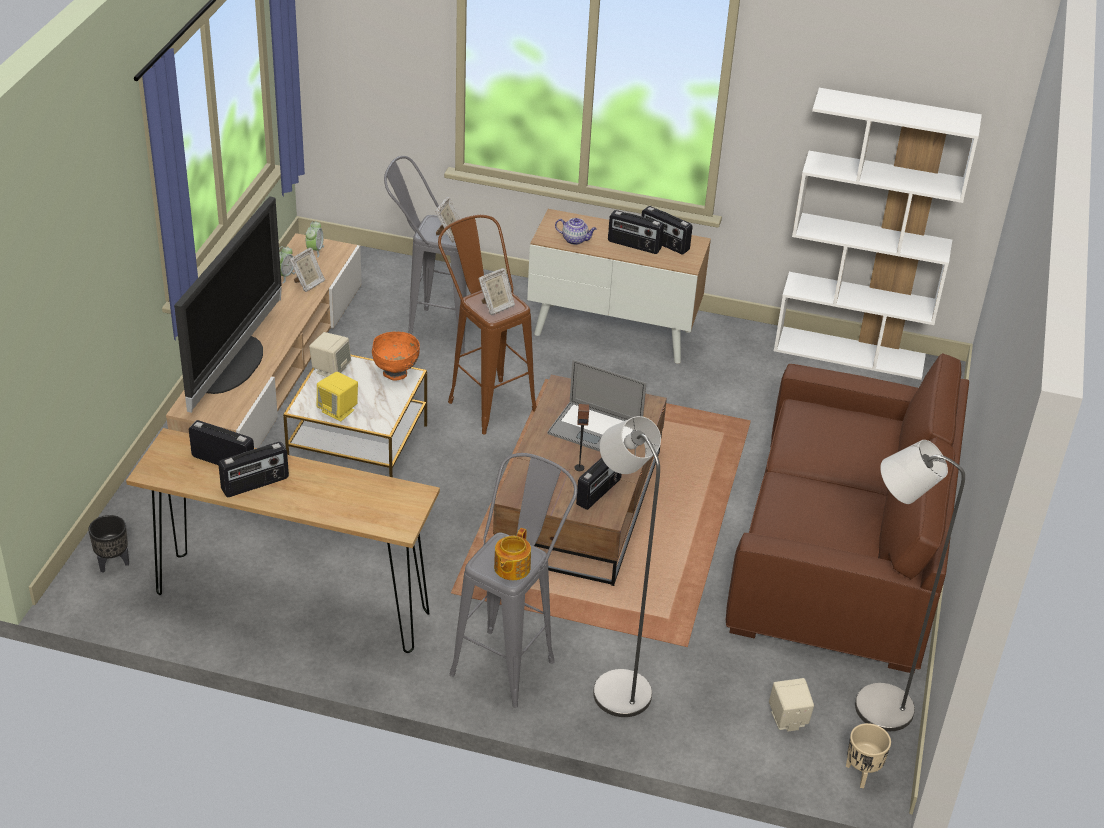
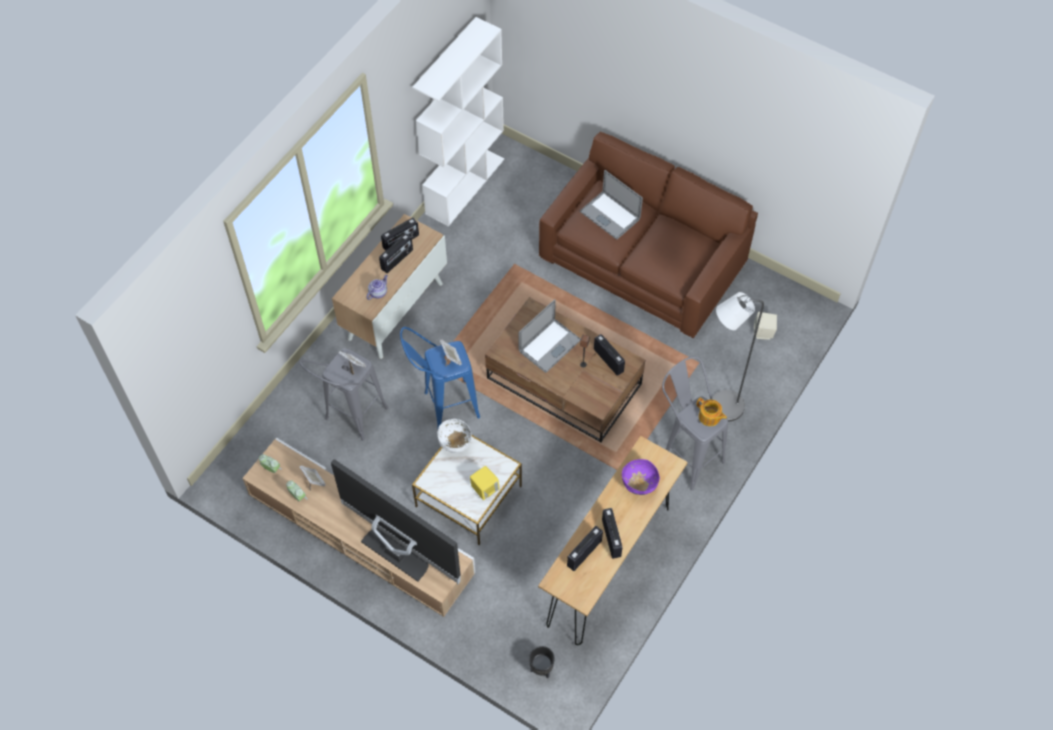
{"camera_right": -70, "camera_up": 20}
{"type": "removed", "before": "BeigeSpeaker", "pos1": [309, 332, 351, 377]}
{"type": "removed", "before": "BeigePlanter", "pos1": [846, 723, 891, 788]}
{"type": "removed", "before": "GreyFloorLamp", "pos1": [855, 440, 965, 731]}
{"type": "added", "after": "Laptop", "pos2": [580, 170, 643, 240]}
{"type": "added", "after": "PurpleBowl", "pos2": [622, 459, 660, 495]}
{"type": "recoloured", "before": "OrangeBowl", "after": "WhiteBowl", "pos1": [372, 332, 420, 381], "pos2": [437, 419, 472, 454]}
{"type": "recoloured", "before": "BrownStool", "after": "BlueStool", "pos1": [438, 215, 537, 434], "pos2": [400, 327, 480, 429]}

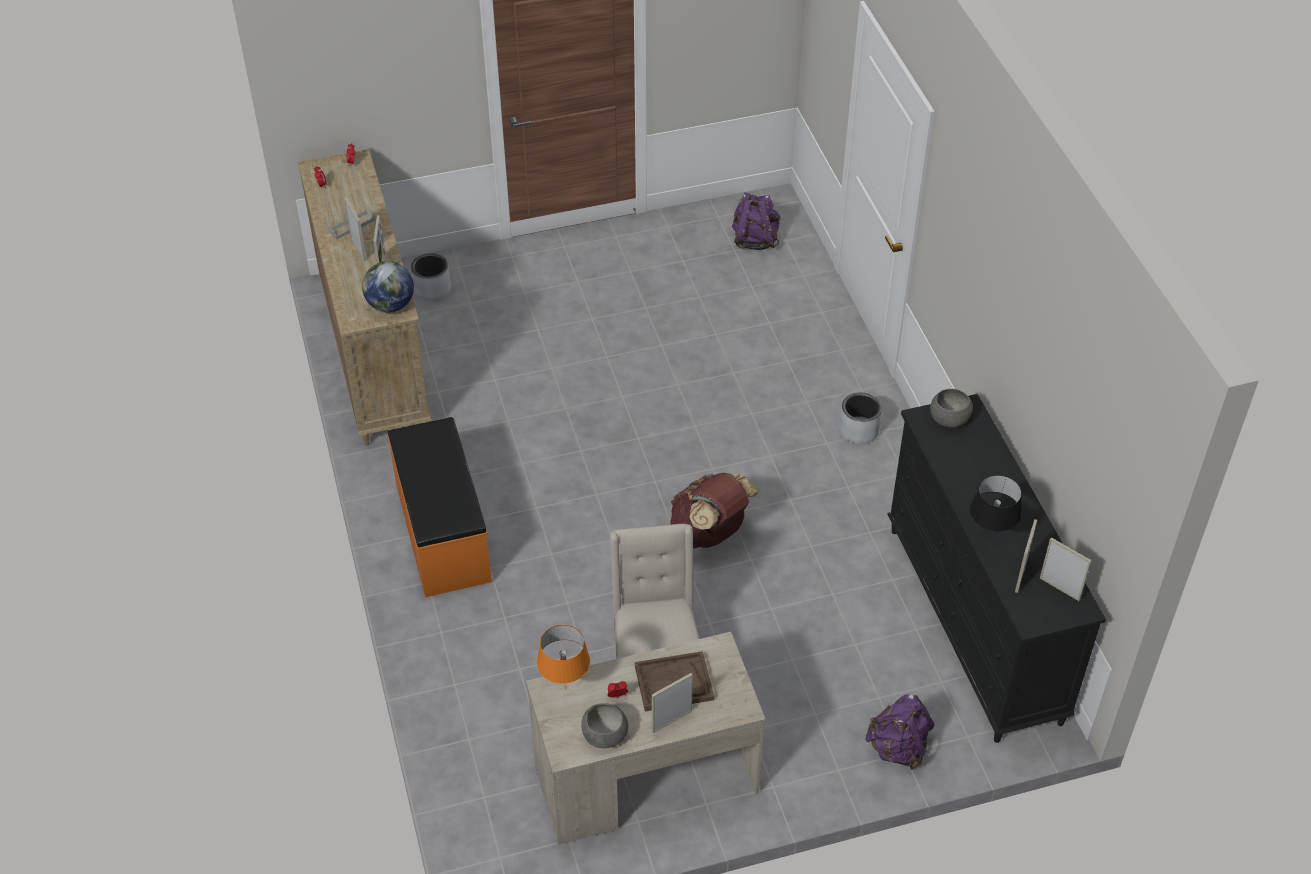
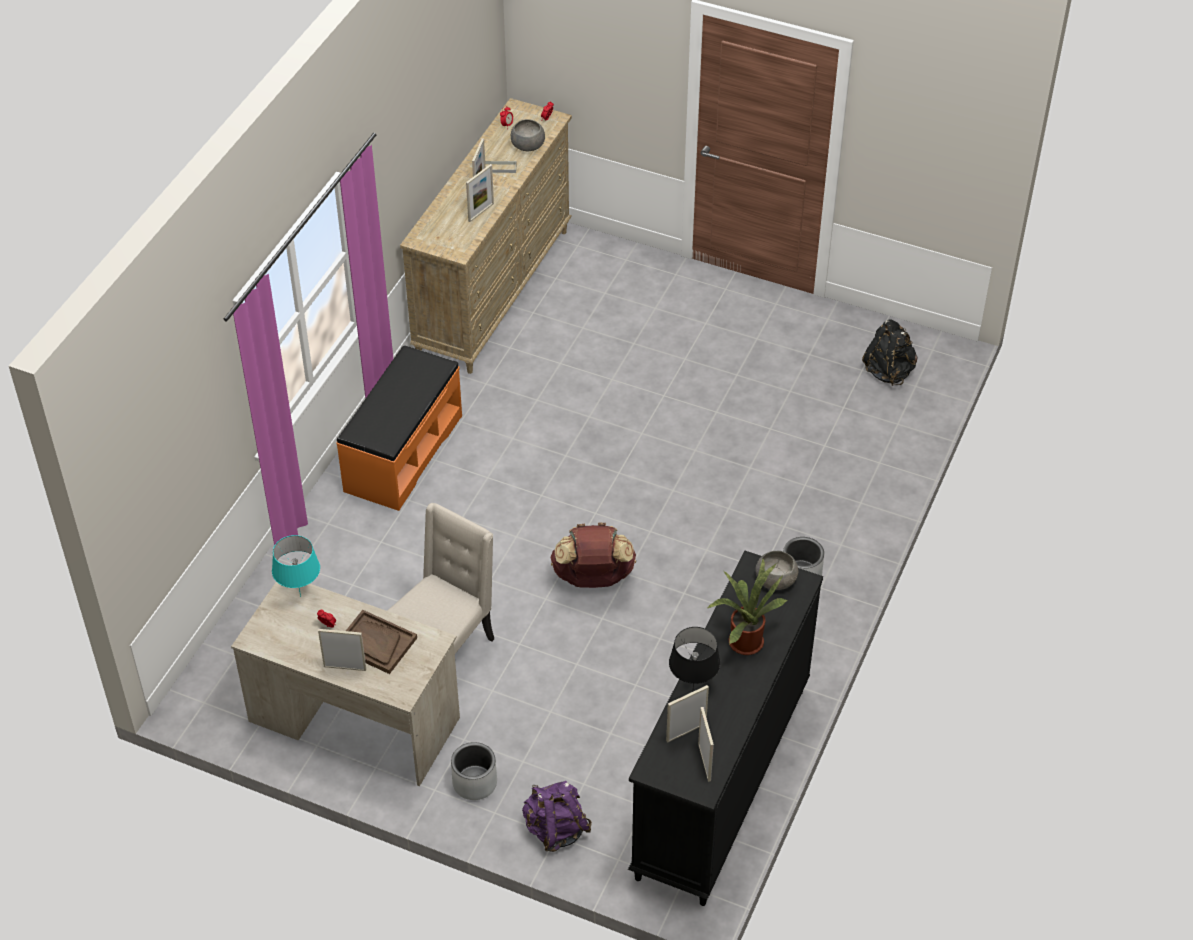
{"camera_right": 40, "camera_up": 0}
{"type": "removed", "before": "Globe", "pos1": [362, 261, 414, 313]}
{"type": "added", "after": "PottedPlant", "pos2": [708, 559, 787, 655]}
{"type": "moved", "before": "GreyPlanter", "pos1": [411, 253, 451, 301], "pos2": [451, 742, 497, 800]}
{"type": "moved", "before": "GreyBowl", "pos1": [581, 703, 628, 748], "pos2": [511, 119, 545, 151]}
{"type": "recoloured", "before": "OrangeTableLamp", "after": "TurquoiseTableLamp", "pos1": [537, 624, 590, 689], "pos2": [272, 535, 320, 597]}
{"type": "recoloured", "before": "PurpleBackpack", "after": "BlackBackpack", "pos1": [732, 192, 780, 250], "pos2": [862, 319, 918, 386]}

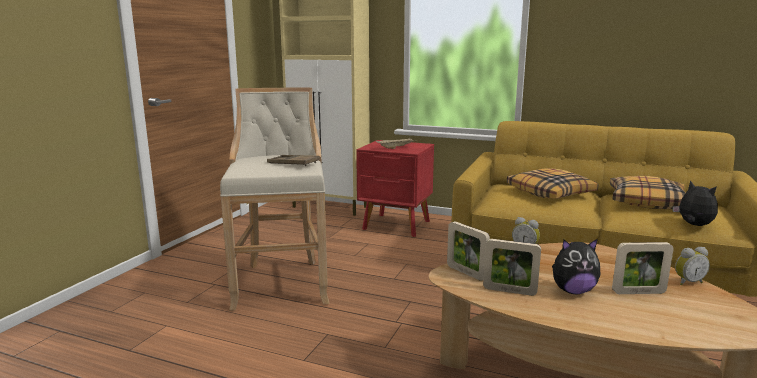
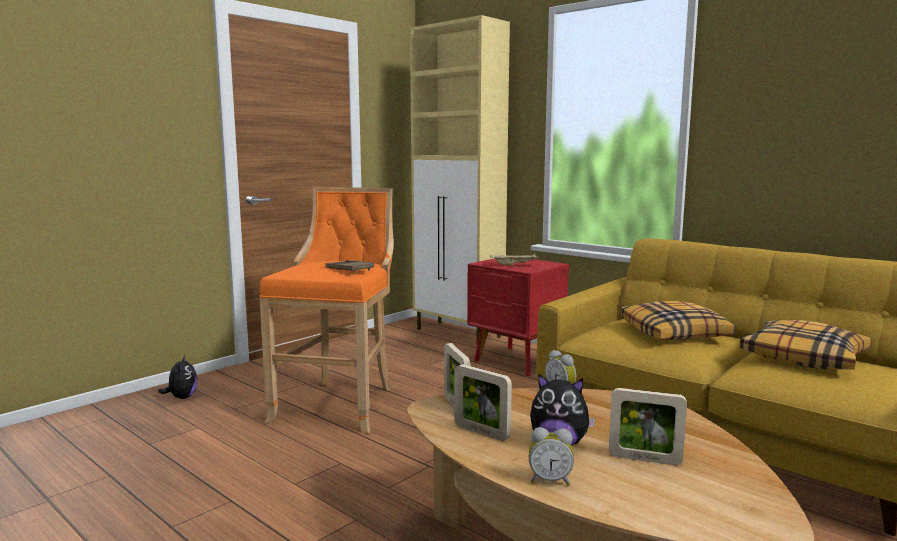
{"camera_right": 20, "camera_up": -5}
{"type": "moved", "before": "PlushToy", "pos1": [673, 181, 718, 226], "pos2": [158, 355, 198, 399]}
{"type": "moved", "before": "AlarmClock", "pos1": [675, 247, 710, 285], "pos2": [529, 427, 574, 485]}
{"type": "recoloured", "before": "BeigeStool", "after": "OrangeStool", "pos1": [220, 88, 329, 311], "pos2": [259, 187, 394, 433]}

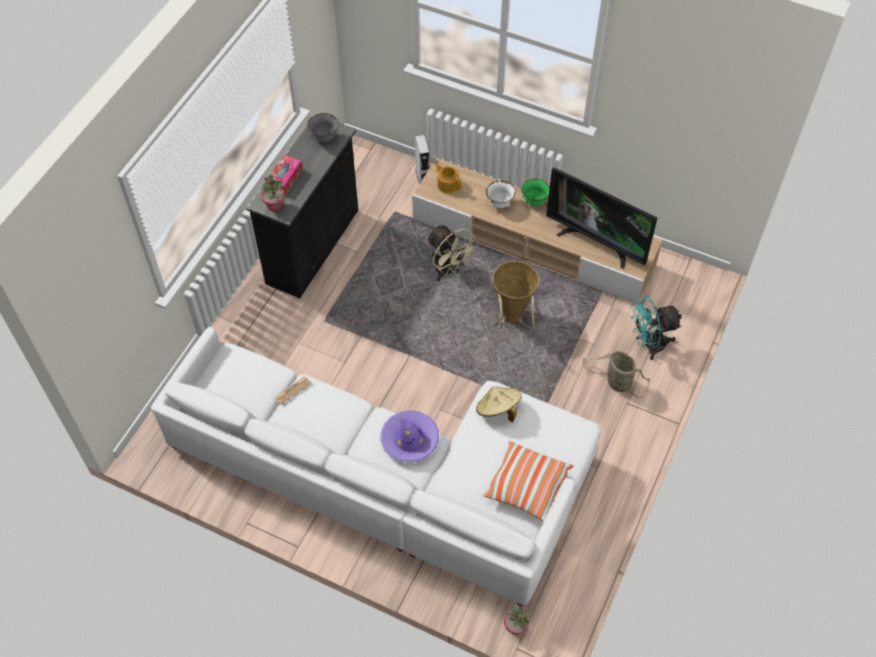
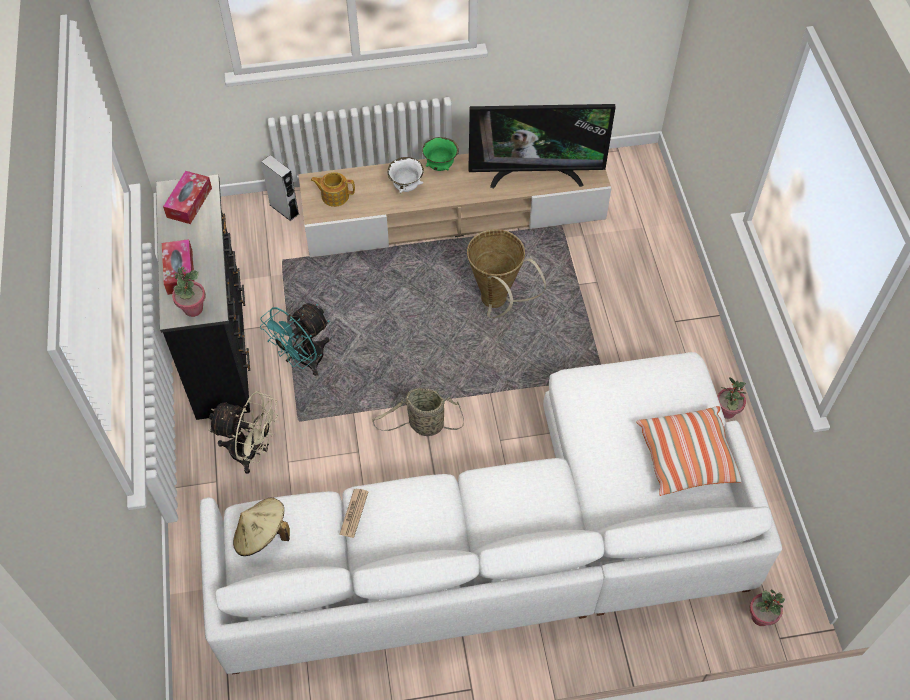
{"camera_right": -35, "camera_up": 0}
{"type": "removed", "before": "PurpleHat", "pos1": [381, 410, 439, 463]}
{"type": "added", "after": "PottedPlant", "pos2": [717, 377, 746, 419]}
{"type": "moved", "before": "BeigeFan", "pos1": [427, 225, 479, 281], "pos2": [208, 391, 278, 474]}
{"type": "moved", "before": "BeigeHat", "pos1": [476, 386, 522, 422], "pos2": [233, 497, 290, 556]}
{"type": "moved", "before": "Basket", "pos1": [583, 351, 650, 398], "pos2": [372, 388, 464, 436]}
{"type": "moved", "before": "TurquoiseFan", "pos1": [631, 296, 682, 360], "pos2": [260, 303, 330, 376]}
{"type": "replaced", "before": "GreyBowl", "after": "TissueBox", "pos1": [307, 113, 338, 143], "pos2": [163, 171, 212, 224]}

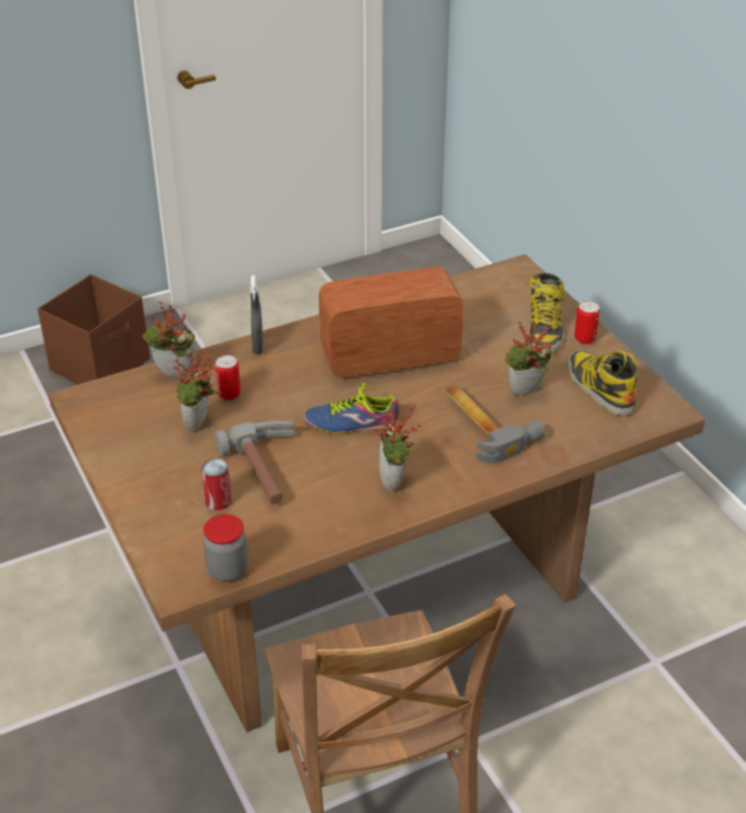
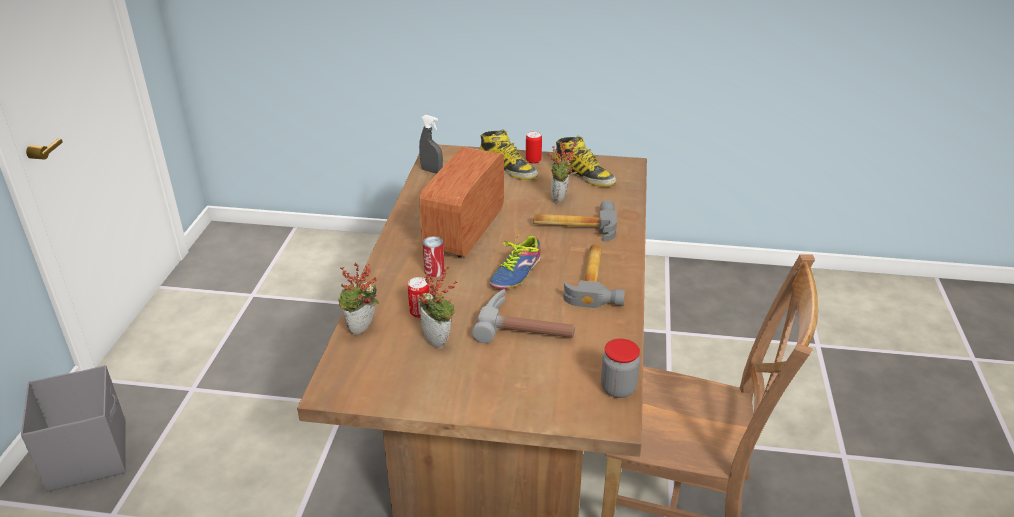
{"camera_right": -55, "camera_up": -5}
{"type": "moved", "before": "Can", "pos1": [201, 458, 231, 510], "pos2": [423, 236, 444, 277]}
{"type": "moved", "before": "GreySprayBottle", "pos1": [250, 275, 263, 354], "pos2": [419, 115, 443, 174]}
{"type": "replaced", "before": "PottedPlant", "after": "Hammer", "pos1": [372, 405, 421, 492], "pos2": [563, 244, 625, 308]}
{"type": "recoloured", "before": "BrownStorageBox", "after": "GreyStorageBox", "pos1": [38, 274, 150, 385], "pos2": [21, 365, 126, 492]}
{"type": "turned", "before": "Boot", "pos1": [567, 350, 638, 416], "pos2": [552, 136, 616, 187], "turn": -150}

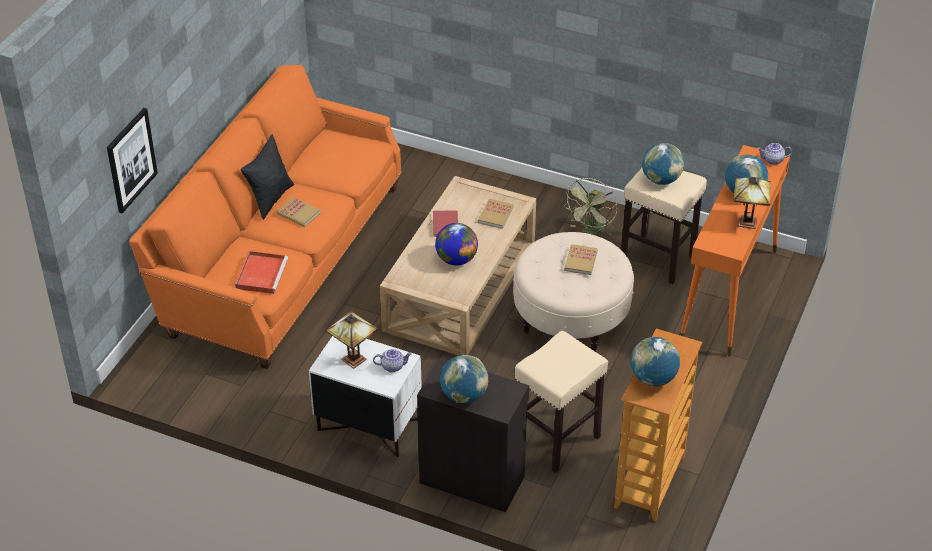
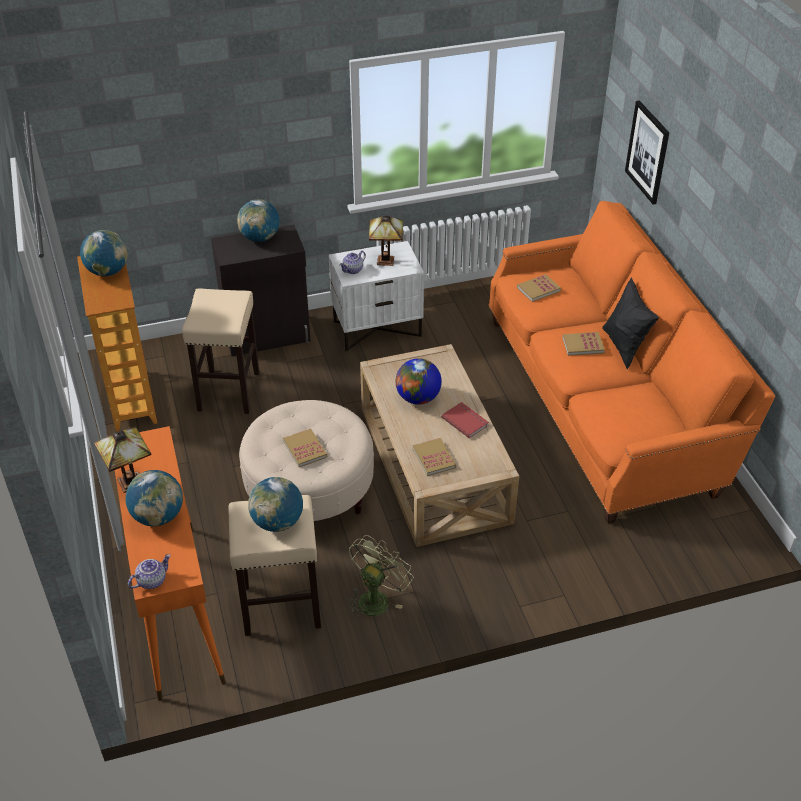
{"camera_right": 140, "camera_up": 0}
{"type": "replaced", "before": "RedTray", "after": "Book", "pos1": [235, 251, 288, 294], "pos2": [517, 274, 561, 302]}
{"type": "turned", "before": "GreenFan", "pos1": [564, 178, 617, 236], "pos2": [348, 535, 413, 618], "turn": 45}

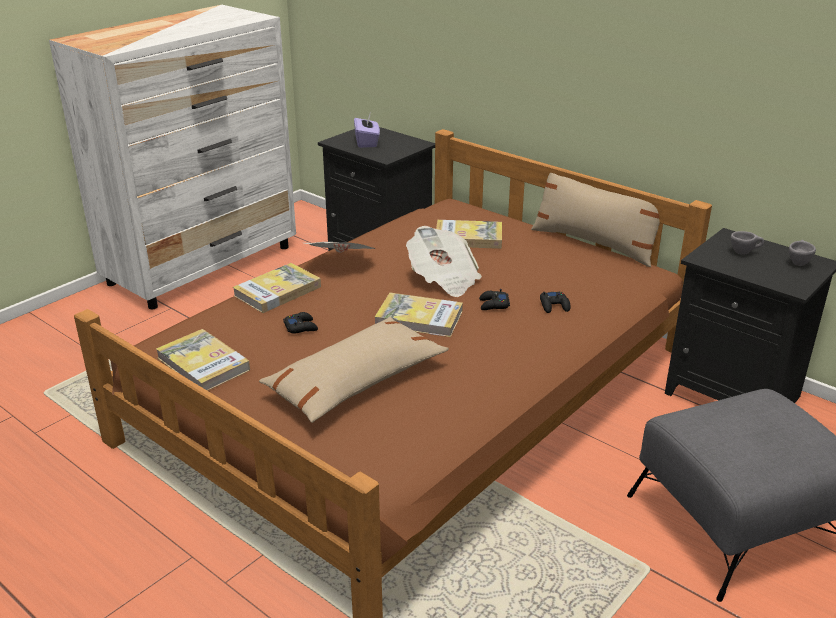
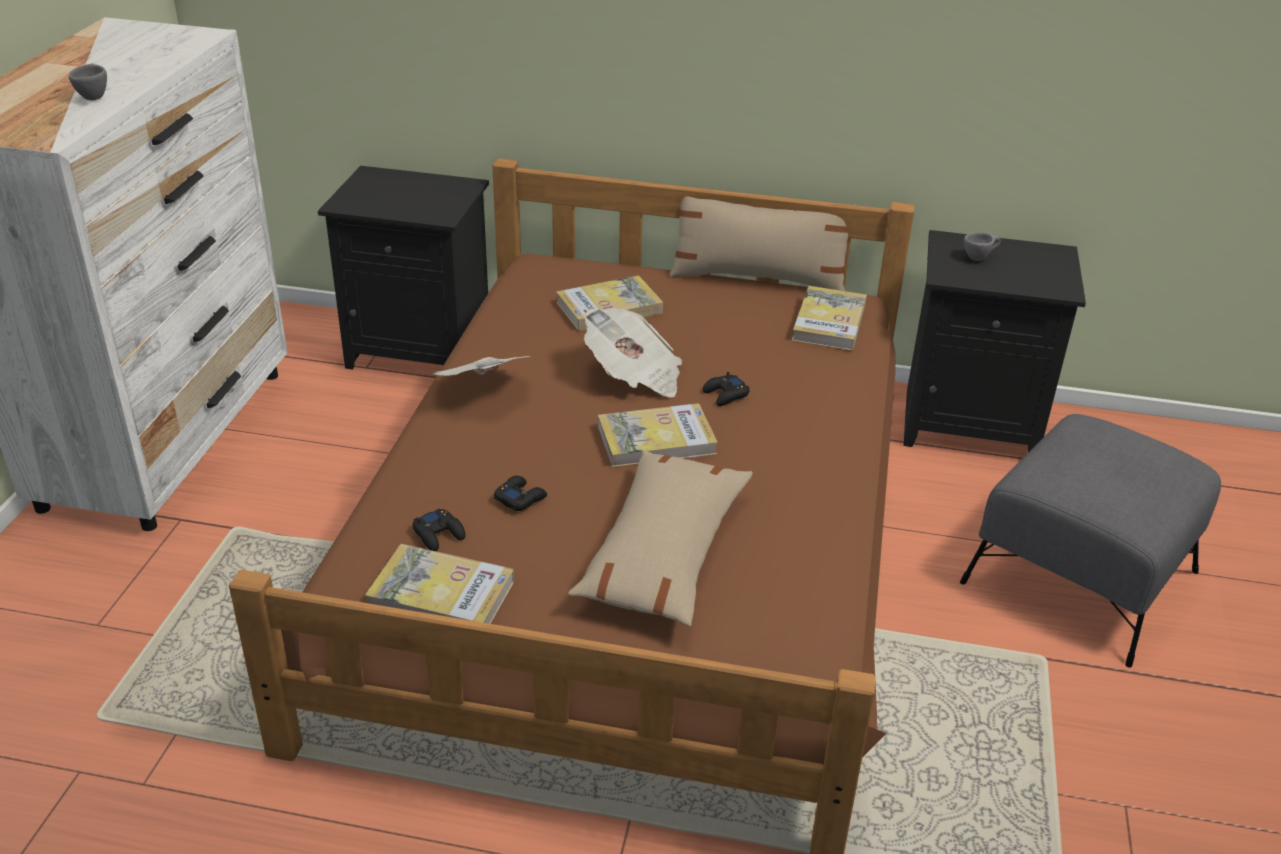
{"camera_right": -30, "camera_up": 5}
{"type": "removed", "before": "PurpleTissueBox", "pos1": [354, 114, 380, 148]}
{"type": "moved", "before": "Book", "pos1": [233, 263, 321, 313], "pos2": [792, 286, 867, 351]}
{"type": "moved", "before": "BlackGameController", "pos1": [540, 292, 571, 313], "pos2": [412, 508, 465, 551]}
{"type": "moved", "before": "GreyCup", "pos1": [789, 240, 816, 266], "pos2": [69, 63, 107, 100]}

